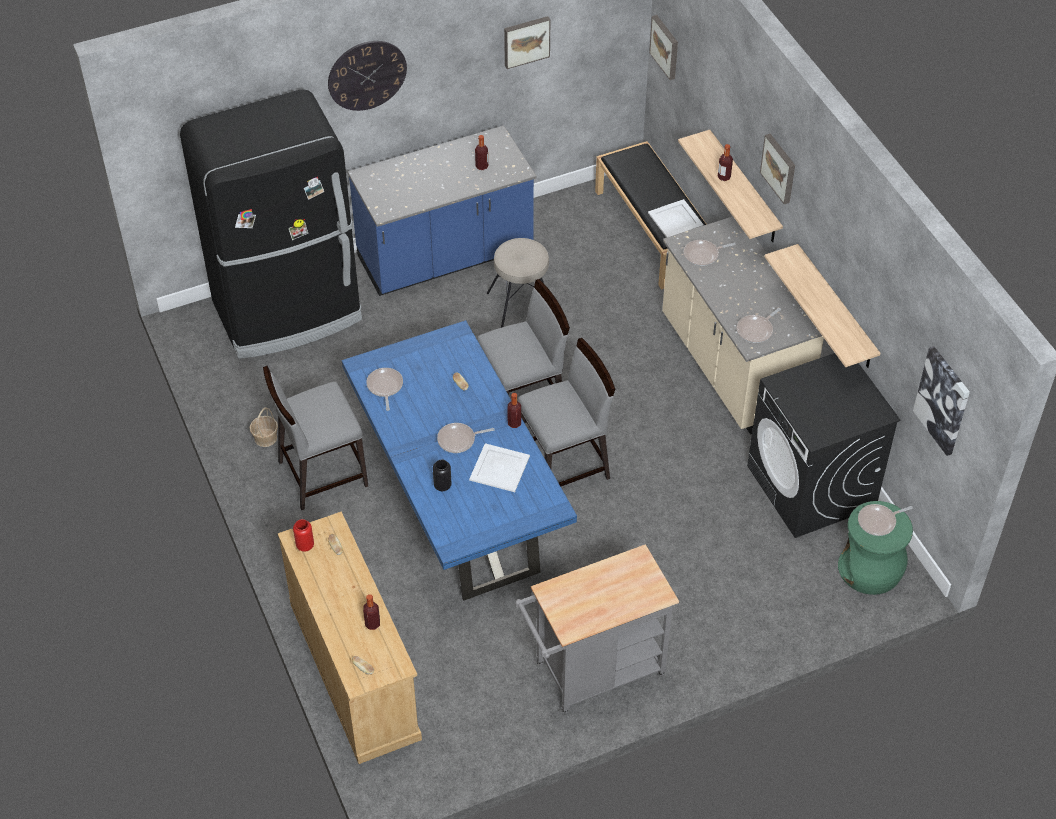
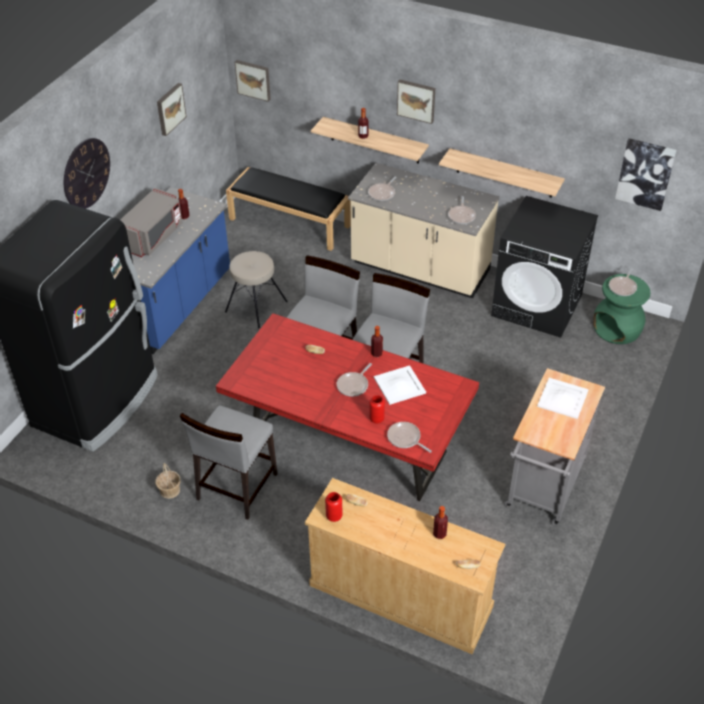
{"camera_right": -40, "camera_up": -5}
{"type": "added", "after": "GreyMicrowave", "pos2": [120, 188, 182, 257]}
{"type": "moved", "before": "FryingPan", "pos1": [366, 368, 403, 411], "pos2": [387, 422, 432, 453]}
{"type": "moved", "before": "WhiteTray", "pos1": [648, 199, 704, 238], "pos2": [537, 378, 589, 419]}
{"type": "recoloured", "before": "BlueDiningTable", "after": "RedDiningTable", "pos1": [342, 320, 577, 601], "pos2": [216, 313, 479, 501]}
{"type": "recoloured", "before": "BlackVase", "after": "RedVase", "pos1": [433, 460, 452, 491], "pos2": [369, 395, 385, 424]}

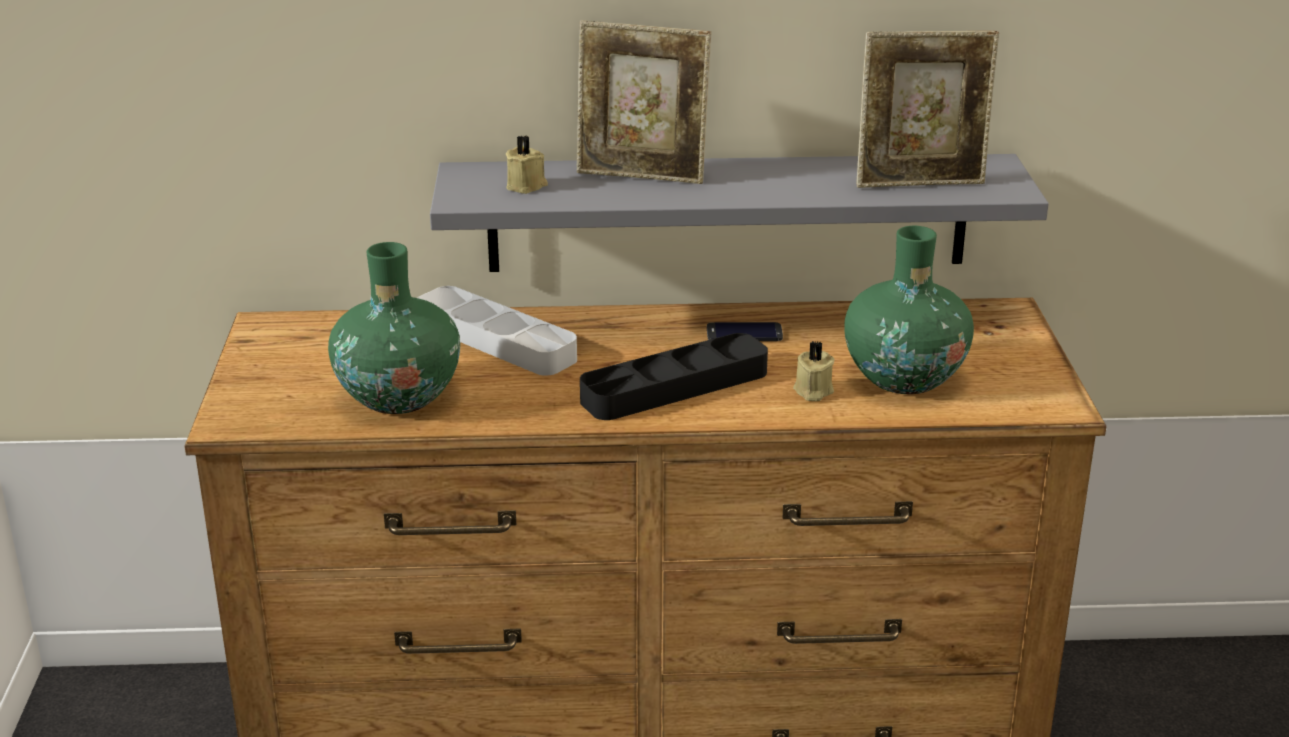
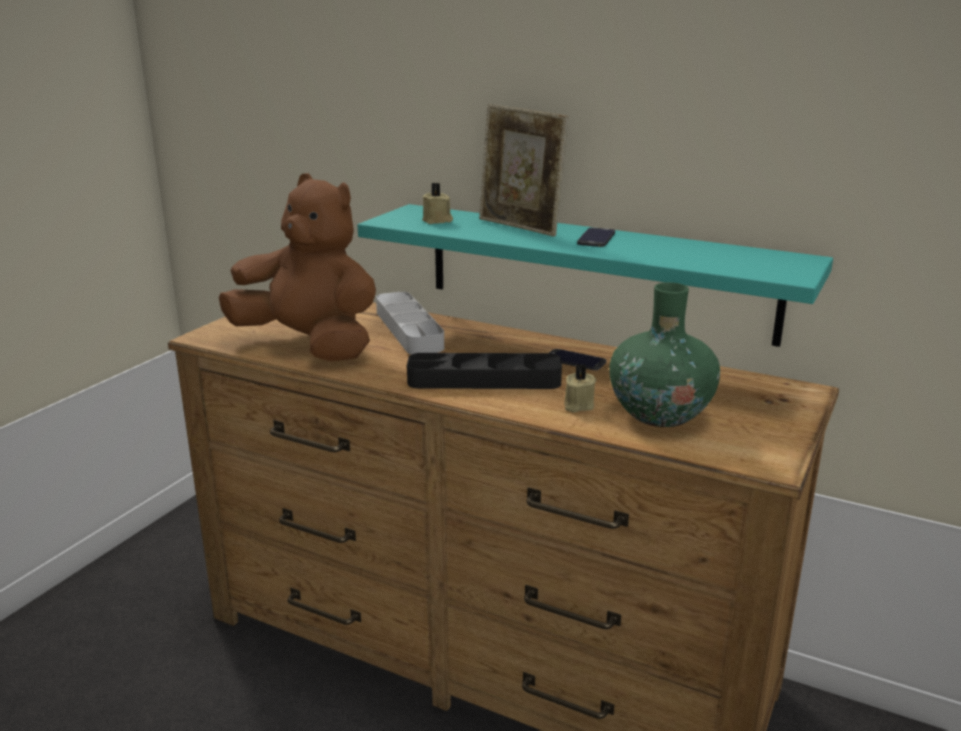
{"camera_right": 30, "camera_up": -5}
{"type": "removed", "before": "PictureFrame", "pos1": [856, 31, 999, 188]}
{"type": "added", "after": "Phone", "pos2": [577, 227, 615, 247]}
{"type": "replaced", "before": "GreenVase", "after": "BrownPlushToy", "pos1": [328, 242, 460, 414], "pos2": [219, 173, 376, 361]}
{"type": "recoloured", "before": "GreyShelf", "after": "TurquoiseShelf", "pos1": [430, 154, 1049, 272], "pos2": [357, 204, 833, 347]}

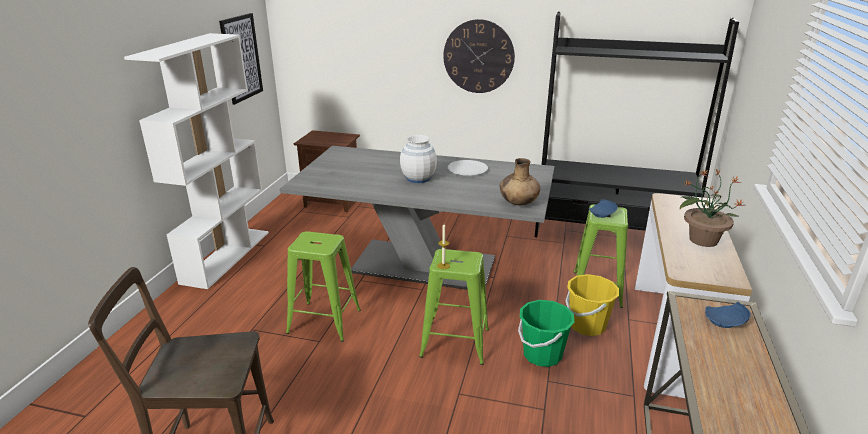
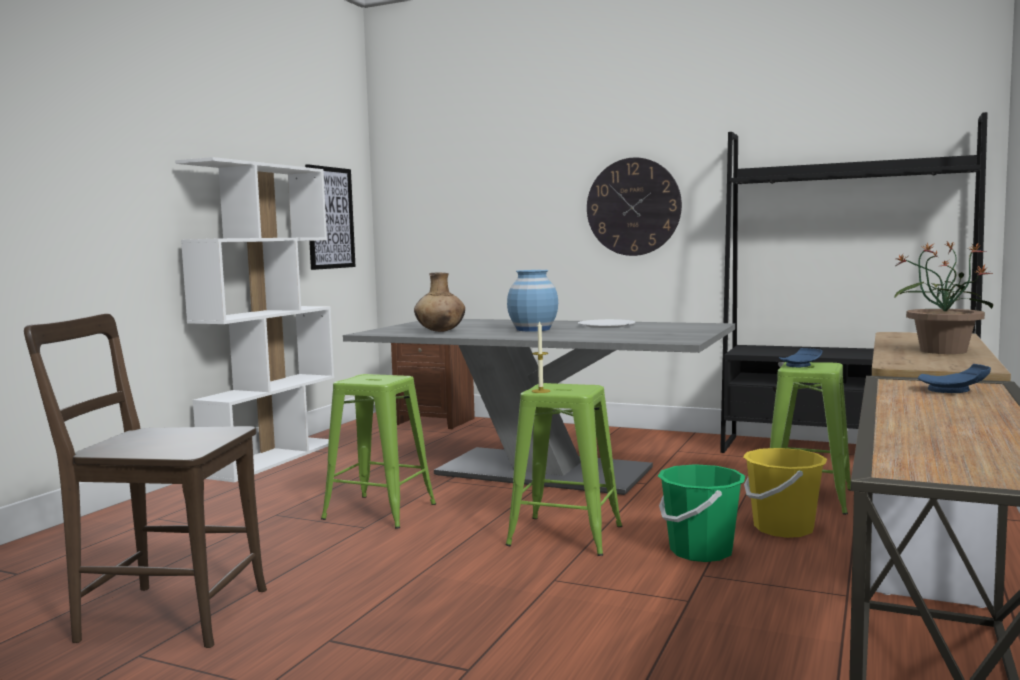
{"camera_right": 10, "camera_up": -20}
{"type": "moved", "before": "BrownVase", "pos1": [500, 158, 541, 206], "pos2": [414, 273, 465, 332]}
{"type": "recoloured", "before": "WhiteVase", "after": "BlueVase", "pos1": [400, 135, 437, 183], "pos2": [507, 270, 558, 331]}

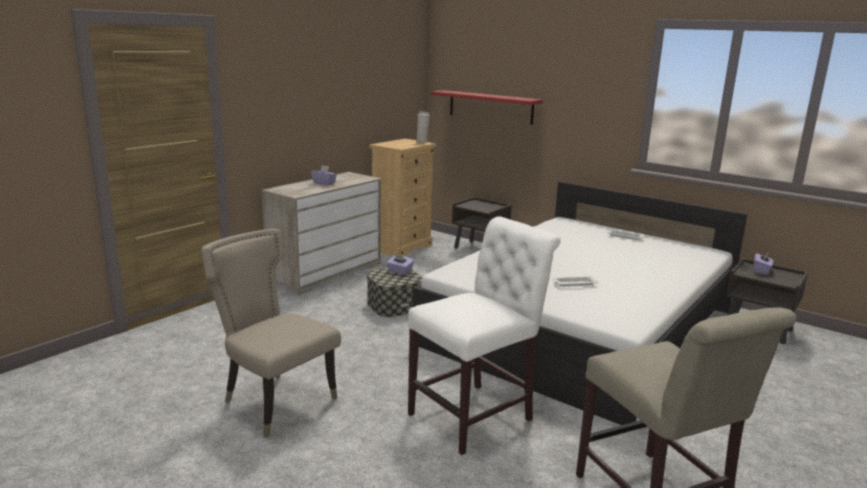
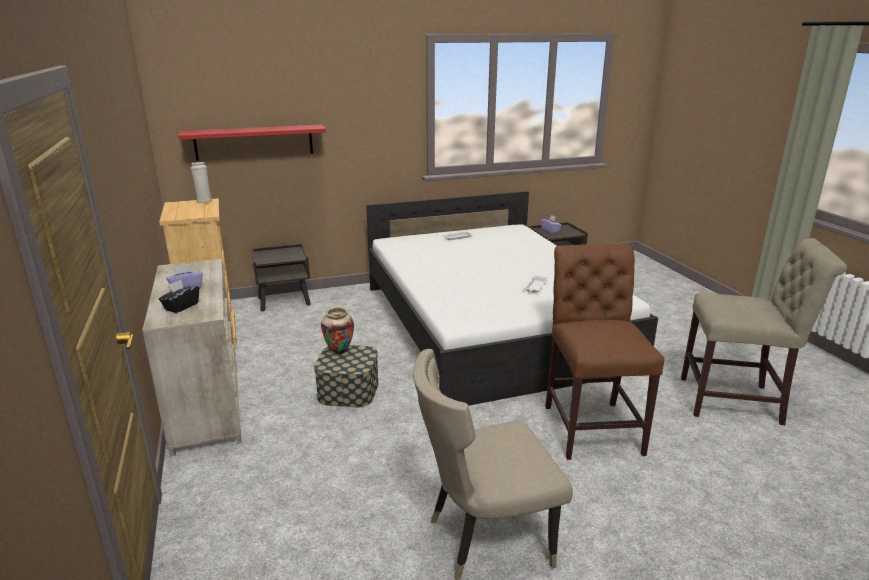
{"camera_right": -55, "camera_up": 5}
{"type": "added", "after": "BlackTissueBox", "pos2": [159, 280, 199, 313]}
{"type": "replaced", "before": "PurpleTissueBox", "after": "Vase", "pos1": [387, 254, 414, 275], "pos2": [321, 308, 354, 355]}
{"type": "recoloured", "before": "WhiteChair", "after": "BrownChair", "pos1": [408, 216, 561, 455], "pos2": [545, 244, 664, 460]}

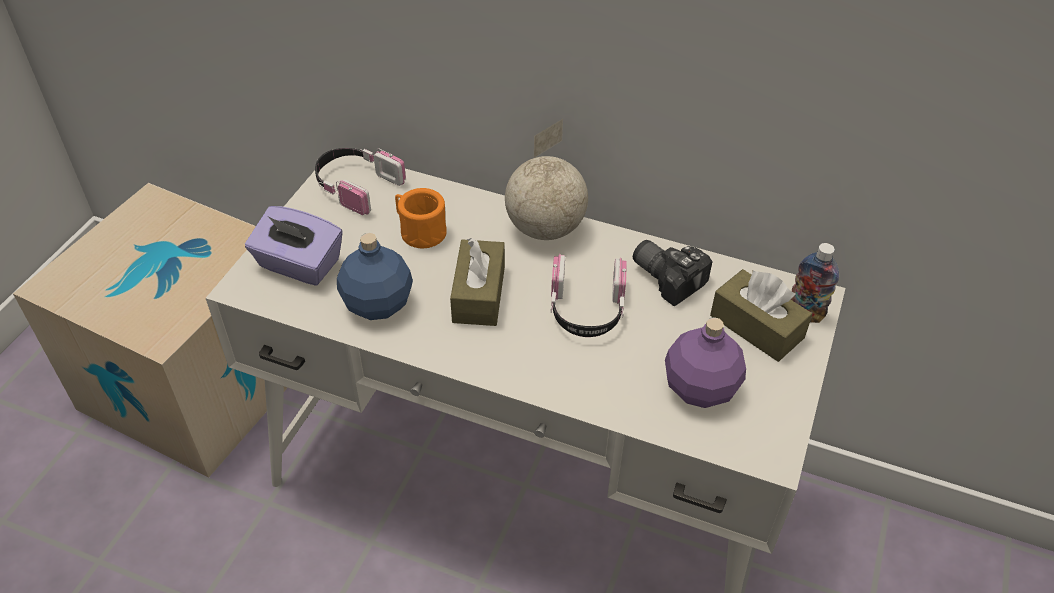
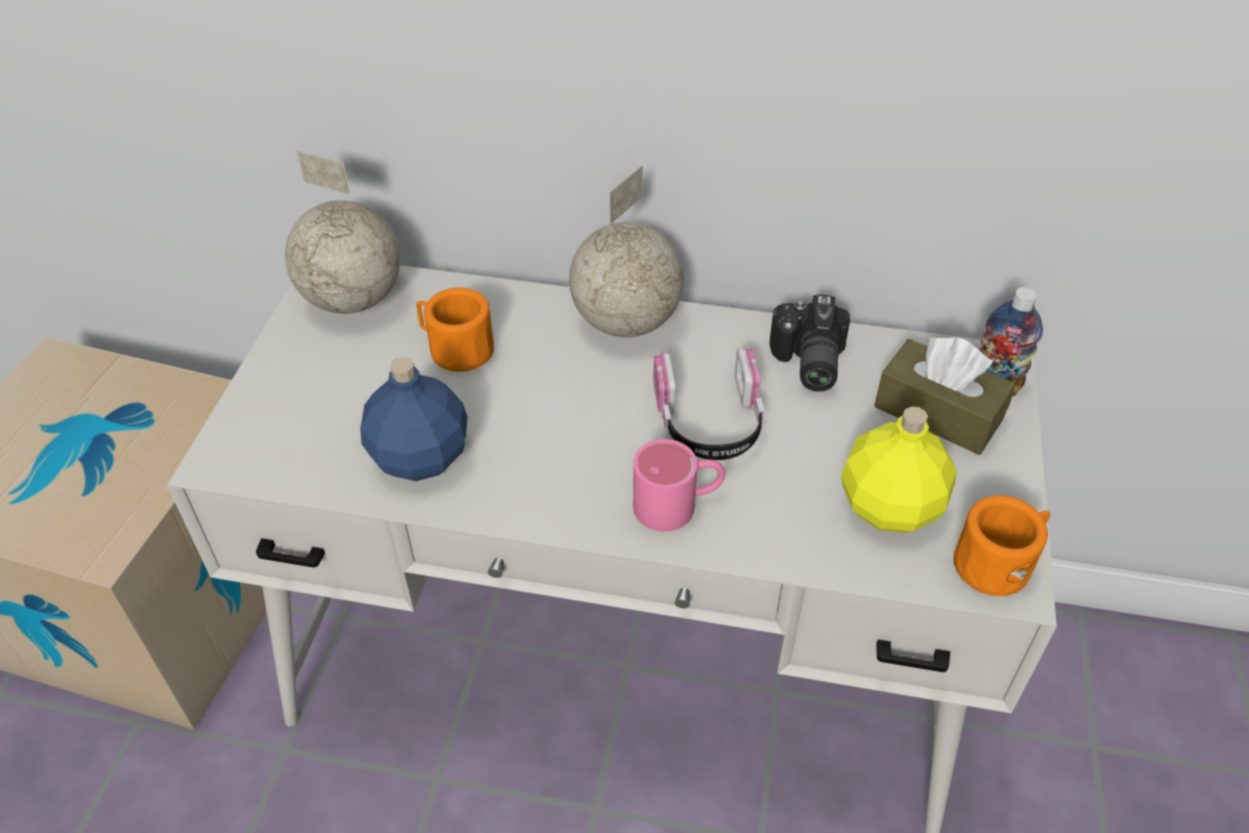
{"camera_right": -10, "camera_up": 0}
{"type": "removed", "before": "PurpleTissueBox", "pos1": [245, 206, 343, 286]}
{"type": "removed", "before": "BrownTissueBox", "pos1": [450, 238, 505, 326]}
{"type": "added", "after": "PinkMug", "pos2": [633, 439, 725, 532]}
{"type": "added", "after": "OrangeMug", "pos2": [954, 495, 1050, 596]}
{"type": "replaced", "before": "Headphones", "after": "Globe", "pos1": [315, 148, 406, 215], "pos2": [285, 151, 400, 314]}
{"type": "recoloured", "before": "PurpleBottle", "after": "YellowBottle", "pos1": [665, 317, 746, 408], "pos2": [841, 407, 957, 533]}
{"type": "turned", "before": "PhotoCamera", "pos1": [633, 240, 713, 306], "pos2": [770, 294, 850, 392], "turn": -120}

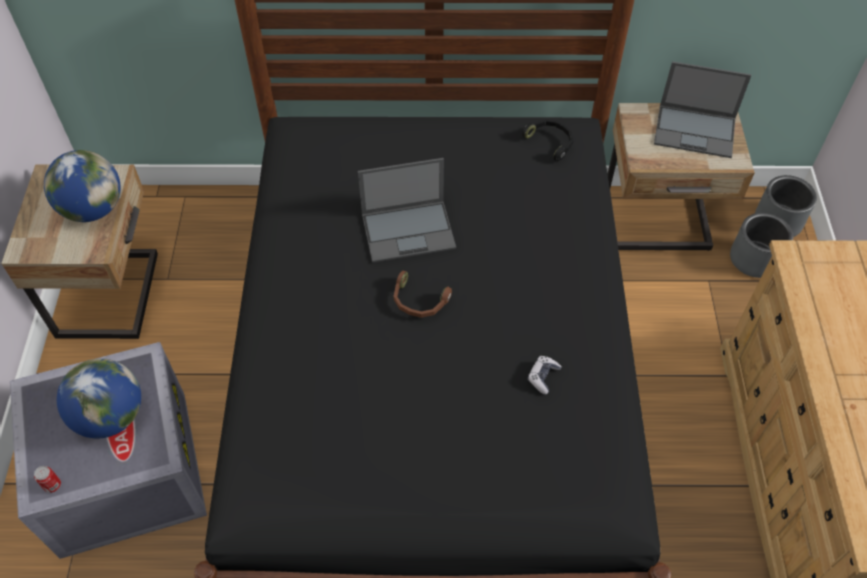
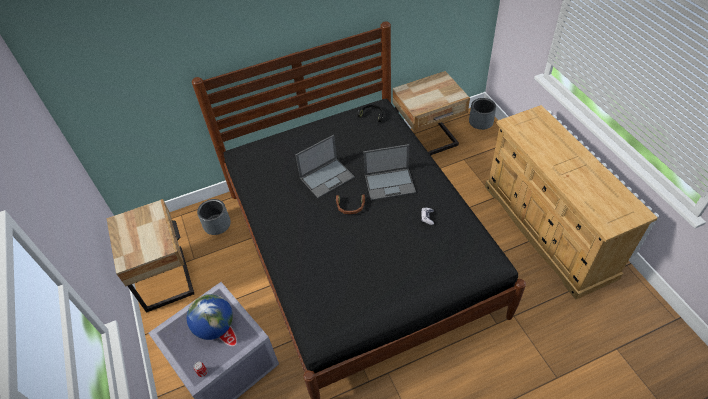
{"camera_right": -20, "camera_up": -5}
{"type": "removed", "before": "Globe", "pos1": [44, 150, 121, 222]}
{"type": "moved", "before": "Laptop", "pos1": [654, 61, 751, 158], "pos2": [363, 144, 416, 200]}
{"type": "moved", "before": "GreyPlanter", "pos1": [730, 213, 793, 278], "pos2": [197, 199, 231, 235]}

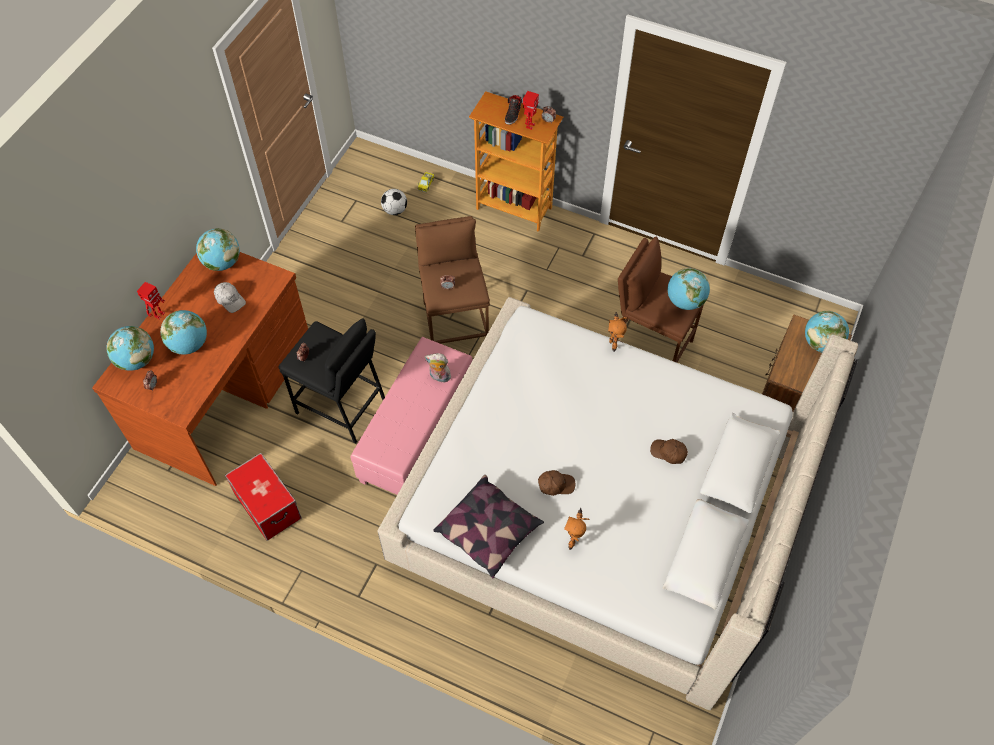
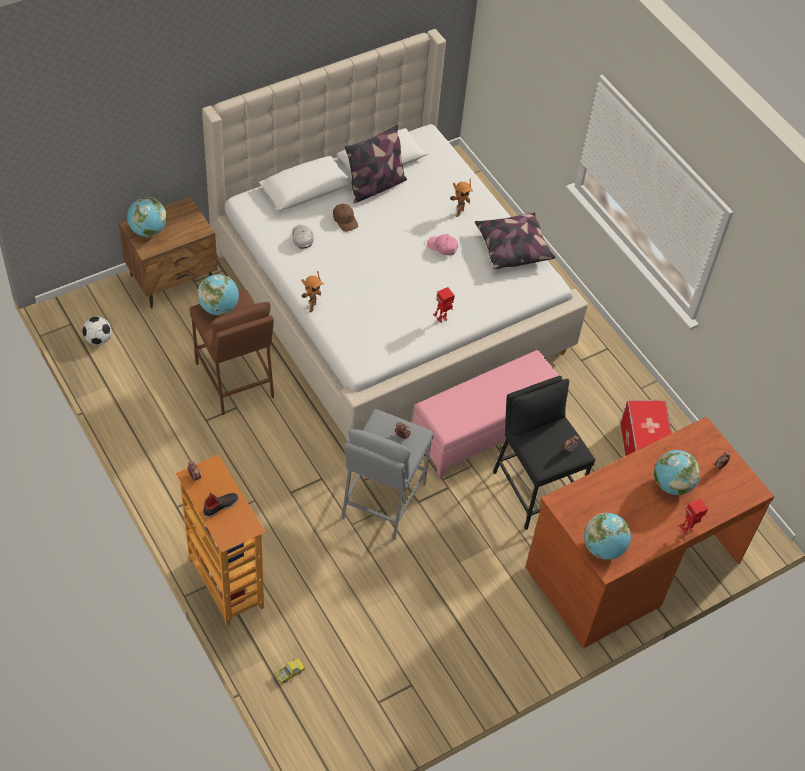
{"camera_right": -150, "camera_up": -5}
{"type": "removed", "before": "Globe", "pos1": [107, 326, 154, 371]}
{"type": "removed", "before": "PlushToy", "pos1": [425, 353, 451, 383]}
{"type": "added", "after": "Pillow", "pos2": [345, 124, 407, 204]}
{"type": "moved", "before": "WhiteCap", "pos1": [214, 282, 246, 313], "pos2": [292, 225, 314, 249]}
{"type": "moved", "before": "Football", "pos1": [381, 189, 407, 215], "pos2": [82, 316, 112, 345]}
{"type": "moved", "before": "ToyRobot", "pos1": [523, 91, 539, 130], "pos2": [433, 287, 455, 323]}
{"type": "recoloured", "before": "BrownStool", "after": "GreyStool", "pos1": [415, 216, 490, 344], "pos2": [342, 409, 434, 540]}
{"type": "recoloured", "before": "BrownCap", "after": "PinkCap", "pos1": [538, 470, 575, 496], "pos2": [427, 234, 458, 255]}

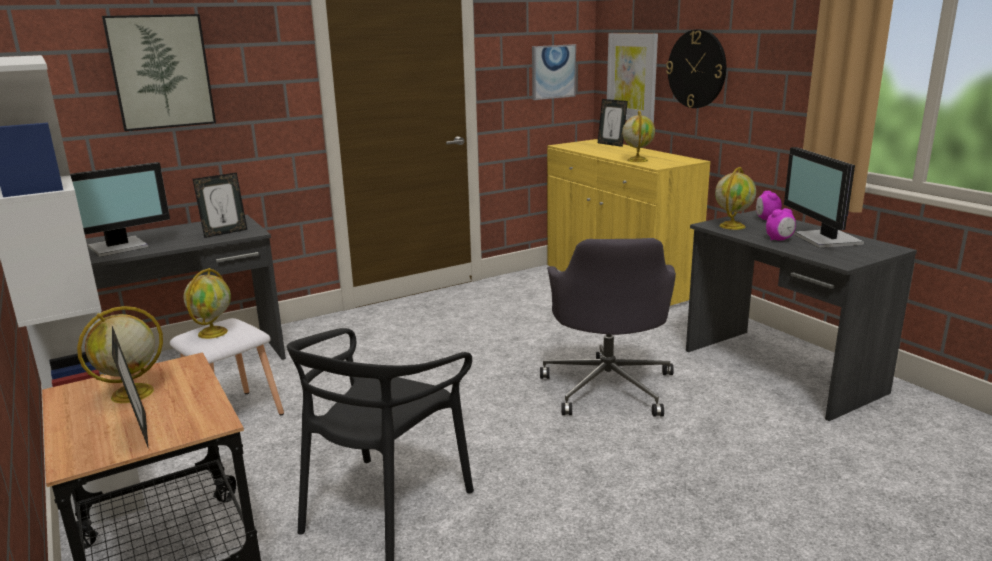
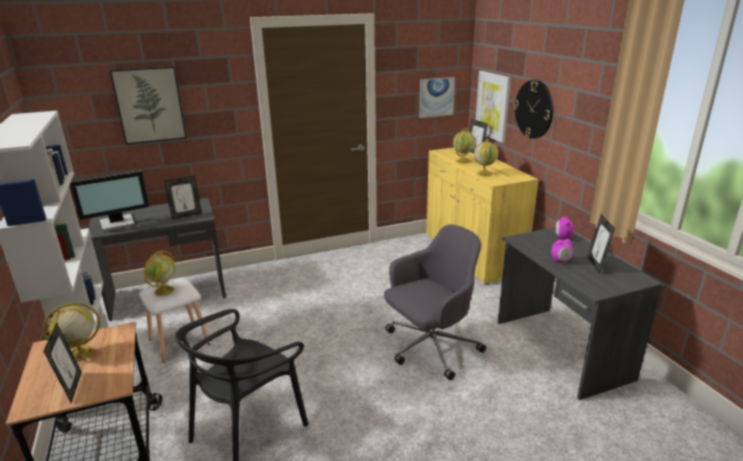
{"camera_right": 10, "camera_up": 5}
{"type": "moved", "before": "Globe", "pos1": [715, 167, 756, 230], "pos2": [453, 128, 476, 164]}
{"type": "replaced", "before": "Monitor", "after": "PictureFrame", "pos1": [784, 147, 864, 248], "pos2": [587, 214, 615, 273]}
{"type": "turned", "before": "GreyOfficeChair", "pos1": [540, 238, 676, 417], "pos2": [384, 224, 486, 380], "turn": -135}

